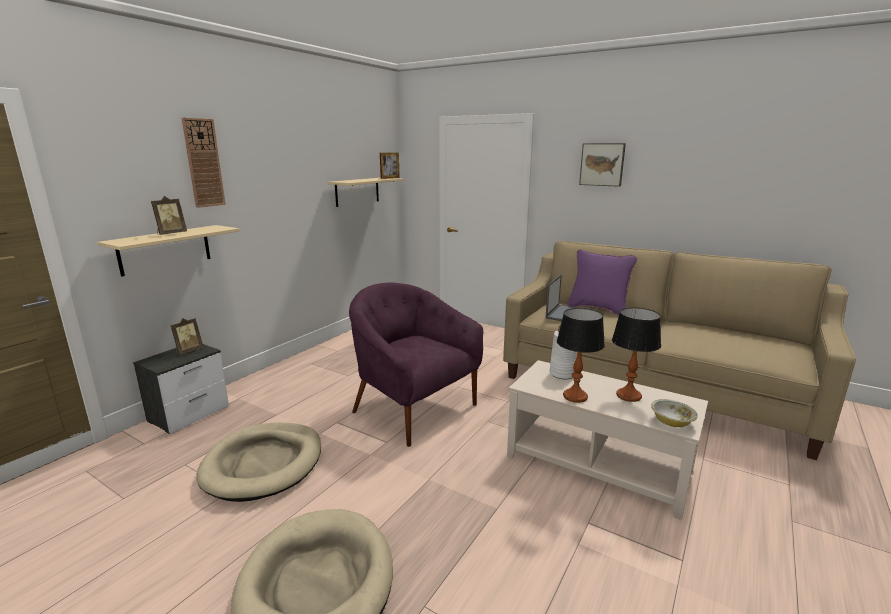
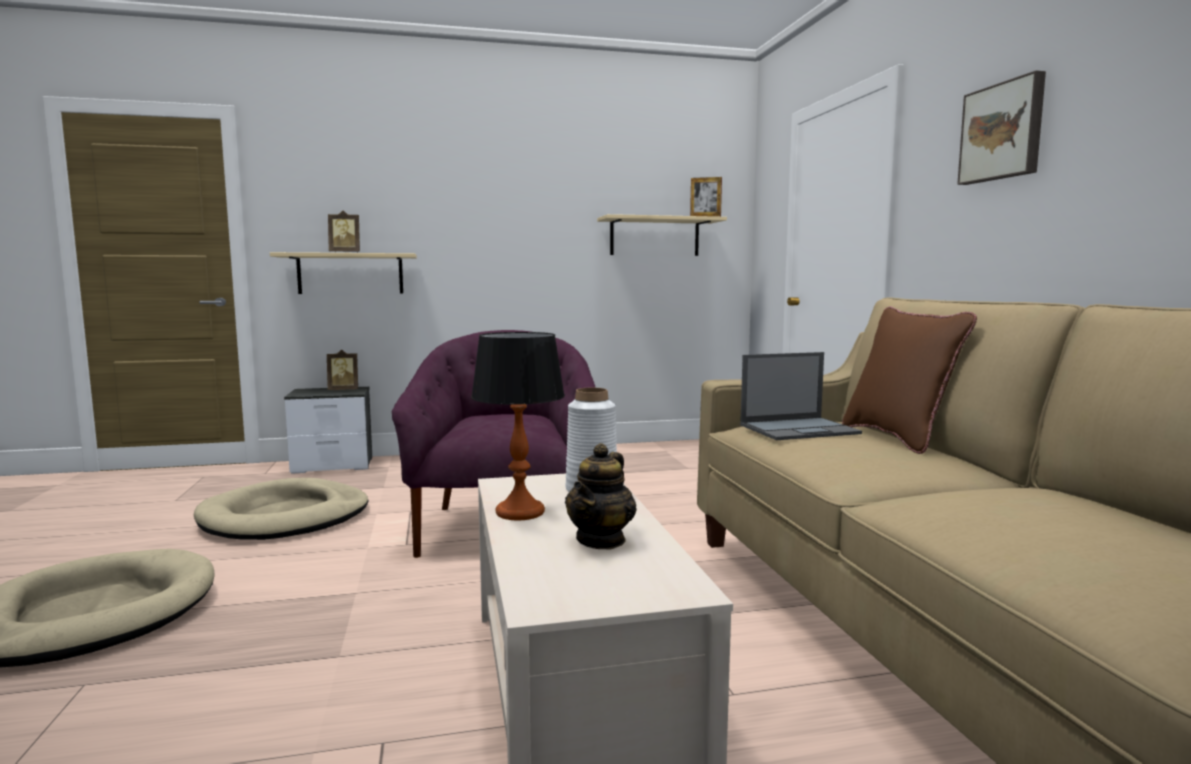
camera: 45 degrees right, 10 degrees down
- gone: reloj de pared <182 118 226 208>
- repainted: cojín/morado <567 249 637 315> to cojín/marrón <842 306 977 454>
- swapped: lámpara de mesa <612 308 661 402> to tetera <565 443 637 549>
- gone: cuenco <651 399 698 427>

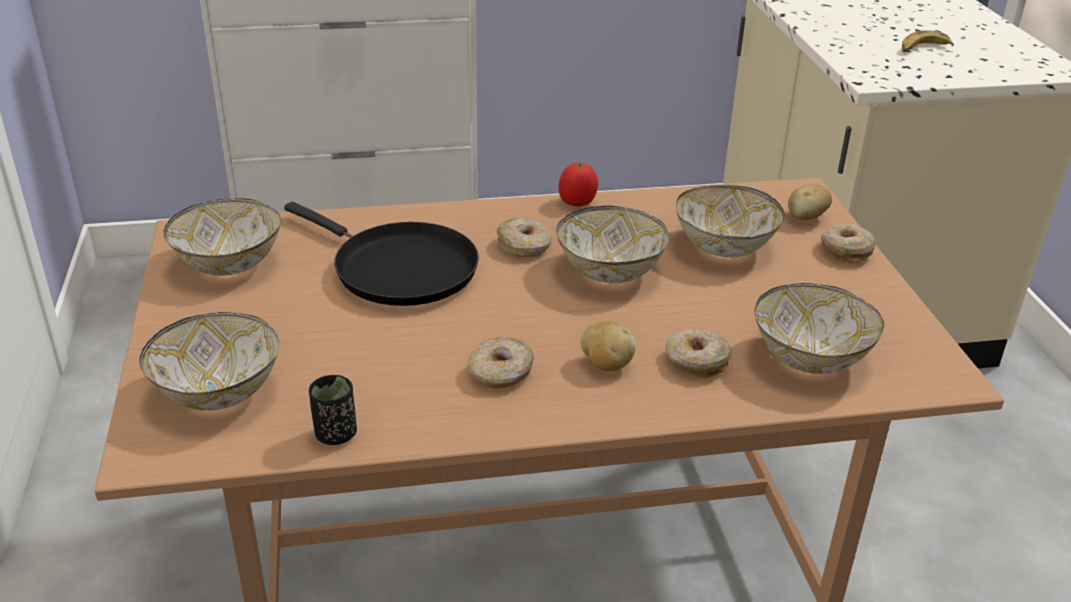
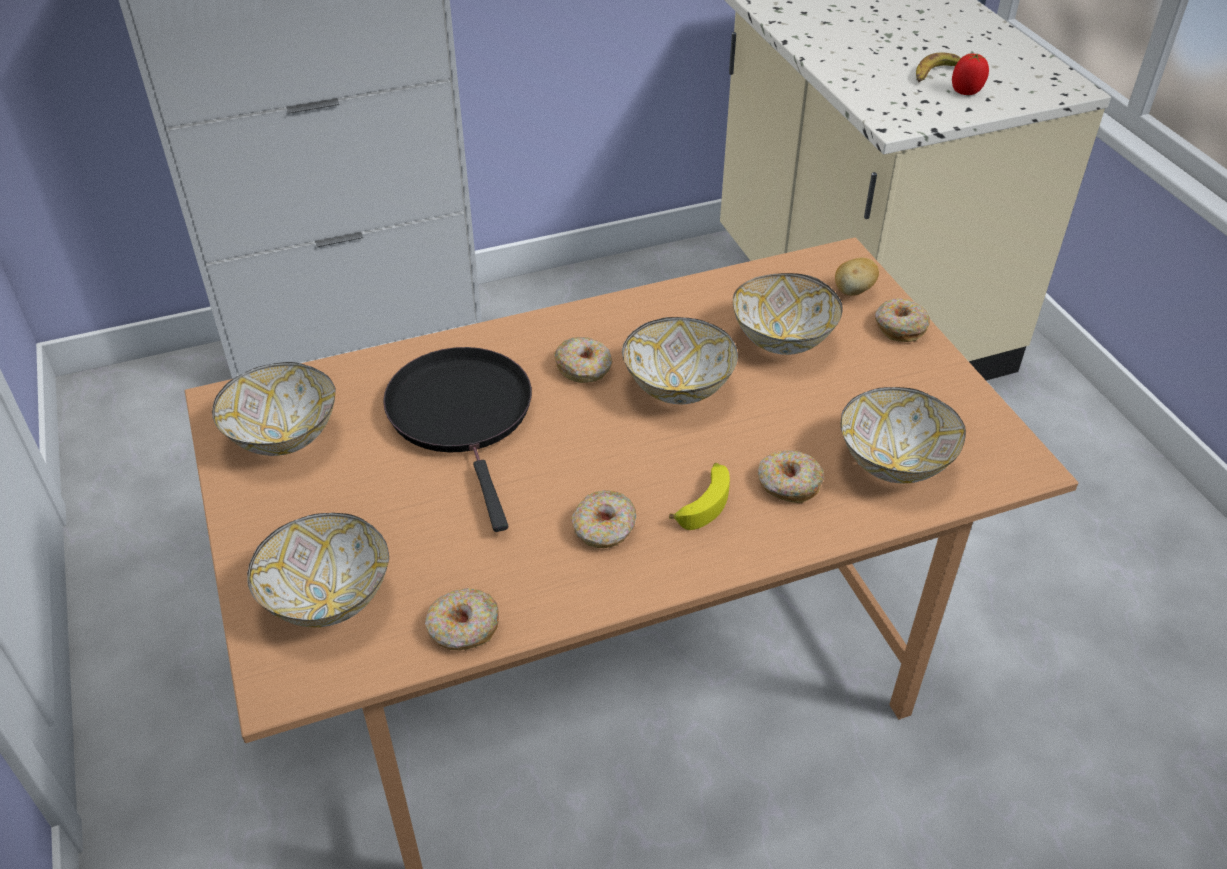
camera: 10 degrees left, 10 degrees up
- shifted: tomate <559 163 598 206> to <952 54 989 95>
- rotated: sartén/negro <284 202 479 306> = <383 347 532 532> 135 degrees counterclockwise
- swapped: patata <580 321 636 371> to plátano <669 463 730 530>
- swapped: taza/negro <309 375 357 445> to rosquilla <425 588 499 650>

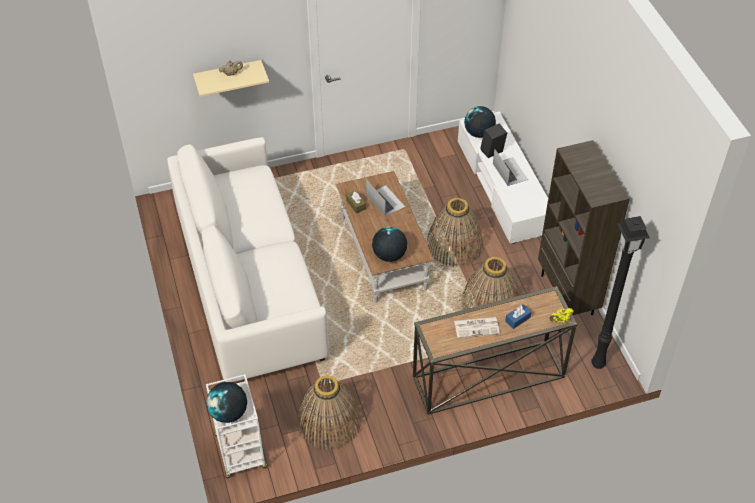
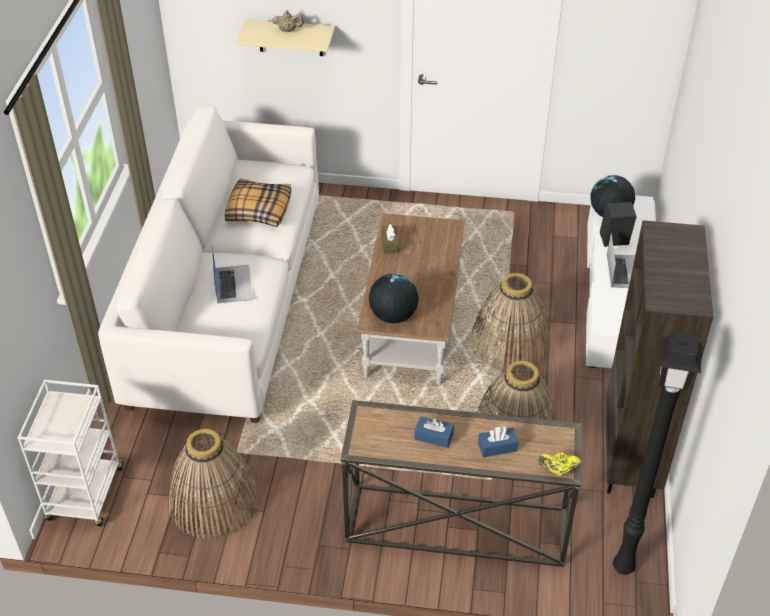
camera: 25 degrees right, 5 degrees down
- shifted: portátil <366 180 405 217> to <212 247 252 304>
- swapped: periódico <454 317 500 338> to caja de pañuelos/azul <414 416 454 448>
- gone: globo terráqueo <206 382 247 423>
- new: cojín <225 179 291 227>

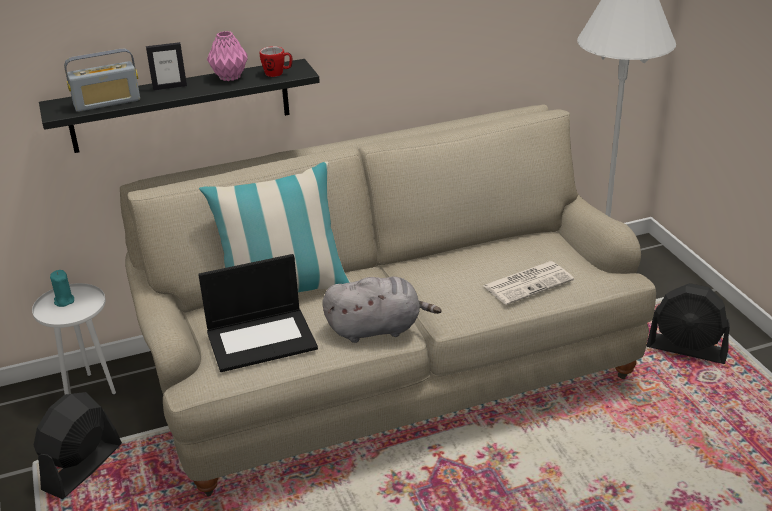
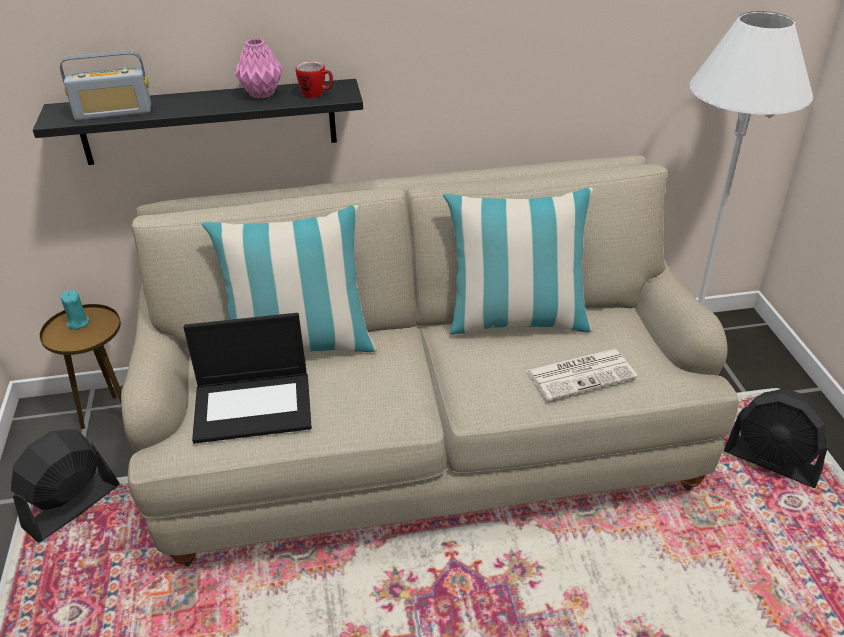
camera: 10 degrees right, 5 degrees up
- gone: portarretratos <146 42 187 91>
- gone: peluche/gris <322 277 442 343>
- repainted: mesa auxiliar/blanco <32 283 116 395> to mesa auxiliar/marrón <39 304 122 429>
- new: cojín <443 188 593 334>

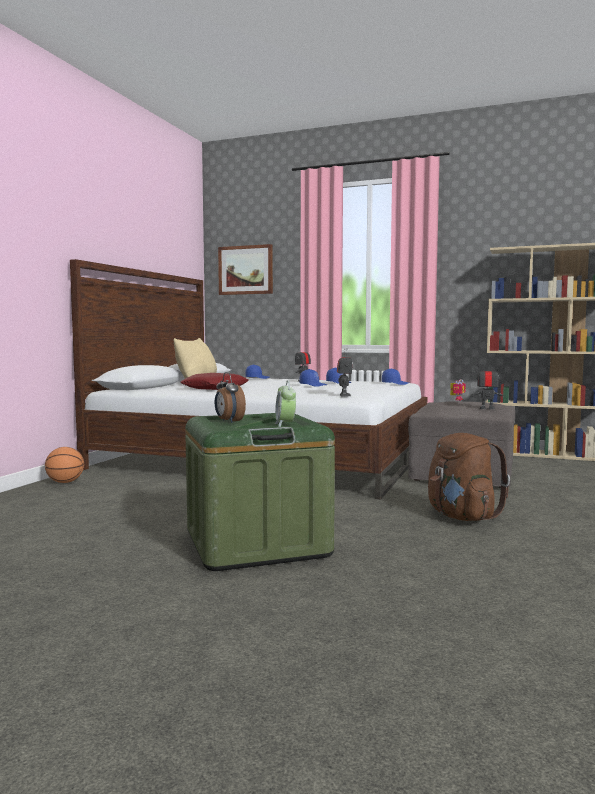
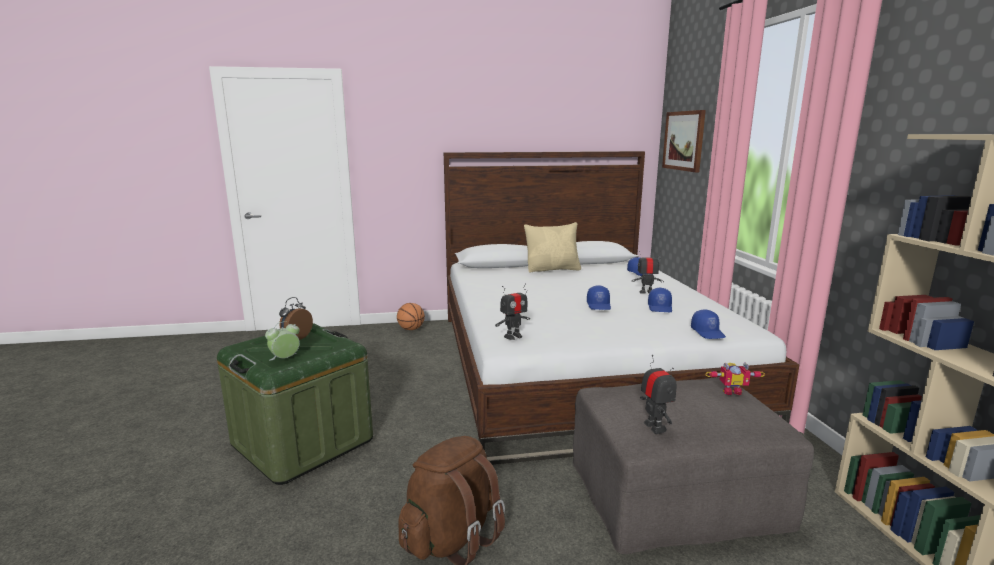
camera: 60 degrees right, 10 degrees up
- gone: cojín/rojo <180 373 249 390>

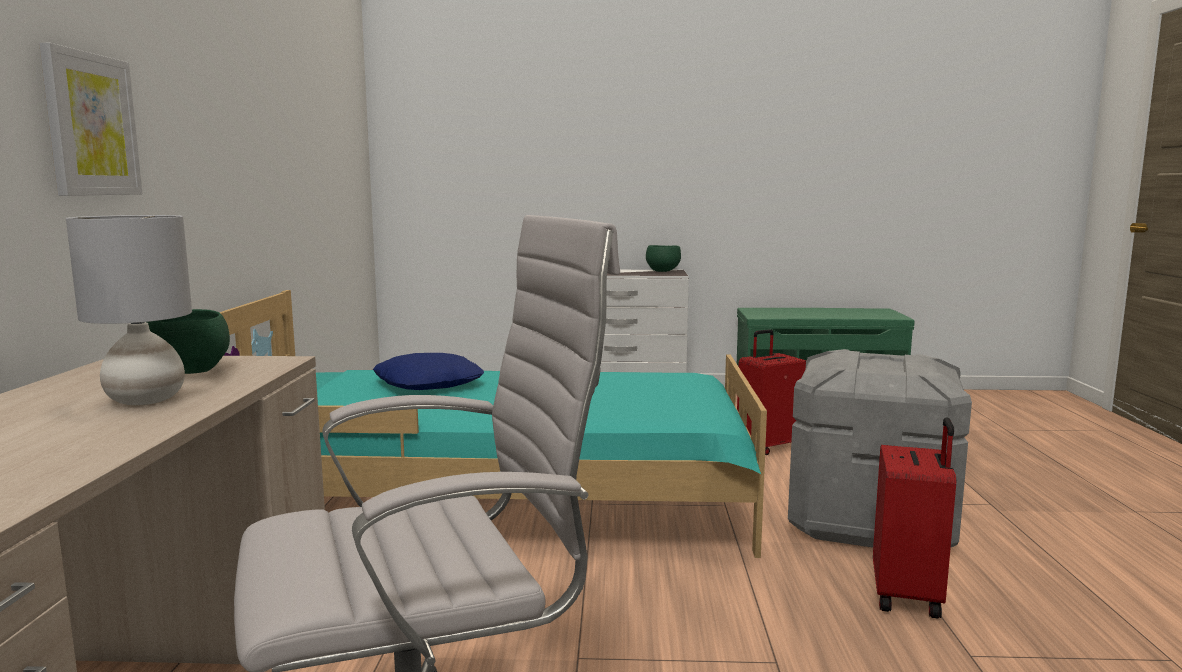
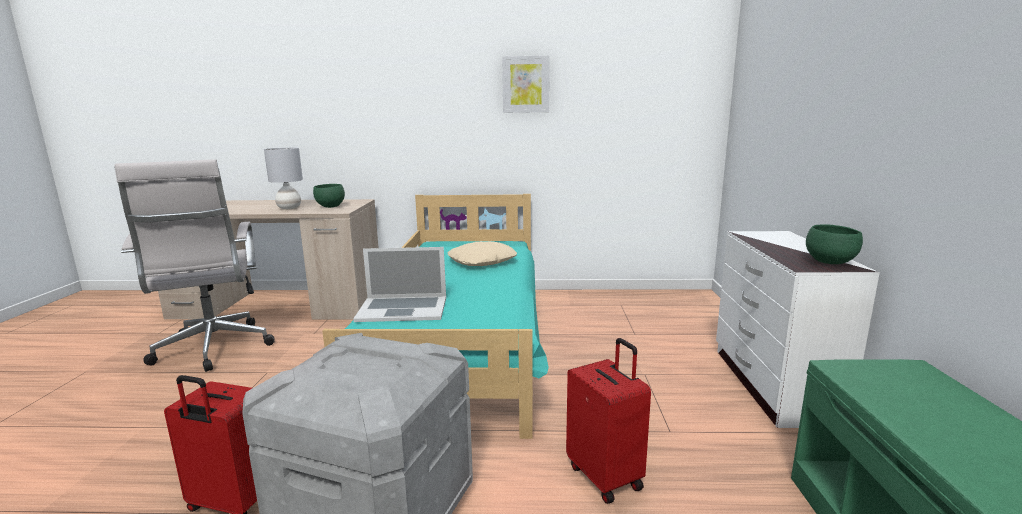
camera: 90 degrees right, 5 degrees up
- shifted: cuadro <39 43 142 196> to <502 55 550 113>
- repainted: cojín/azul <373 353 484 390> to cojín/beis <448 241 517 266>
- new: portátil <353 247 446 322>

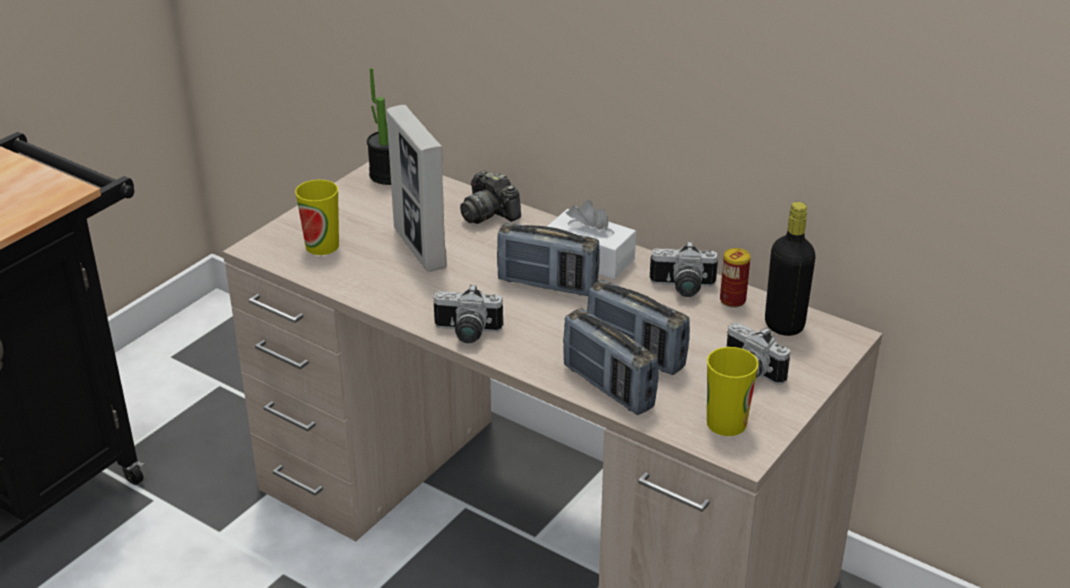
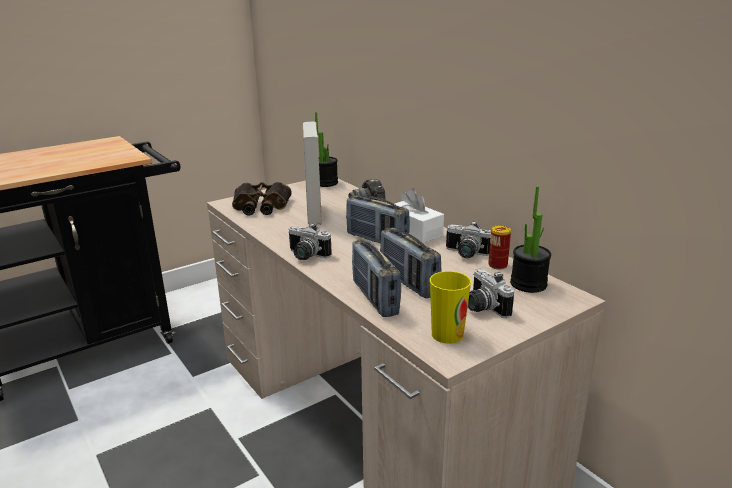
camera: 20 degrees right, 10 degrees down
- swapped: taza <295 180 339 255> to prismáticos <232 182 292 215>
- swapped: botella/negro <765 202 816 336> to planta en maceta <510 186 551 293>

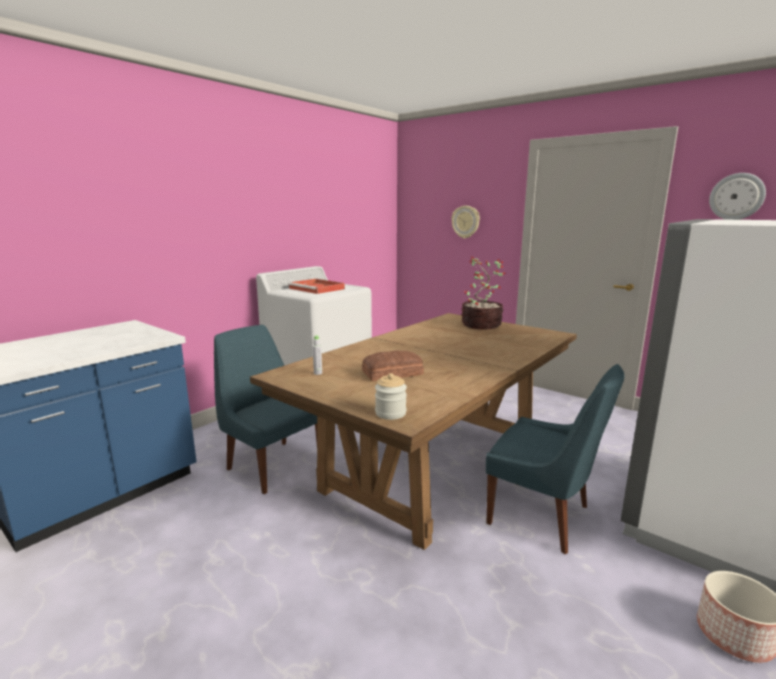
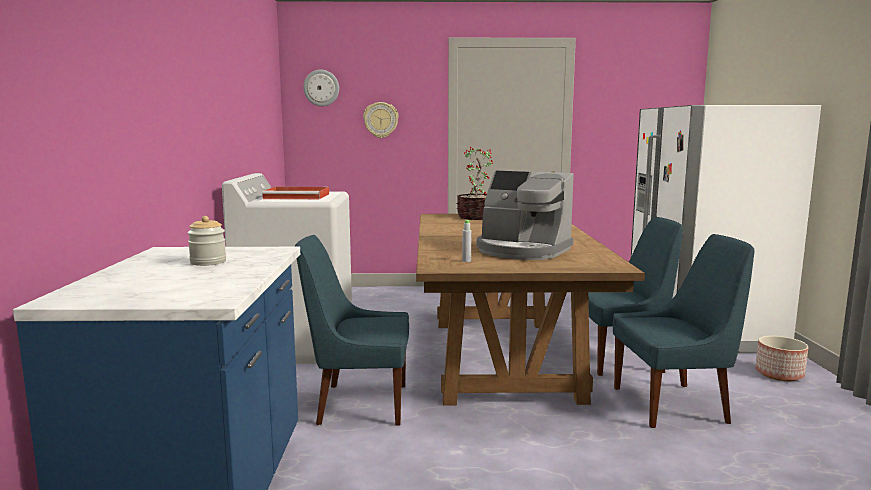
camera: 40 degrees left, 5 degrees down
- shifted: reloj de pared <709 173 766 220> to <303 69 339 106>
- swapped: pan <362 350 424 381> to cafetera <476 170 574 260>
- shifted: tarro <375 373 407 420> to <187 216 226 266>
- new: silla/azul <613 234 754 428>

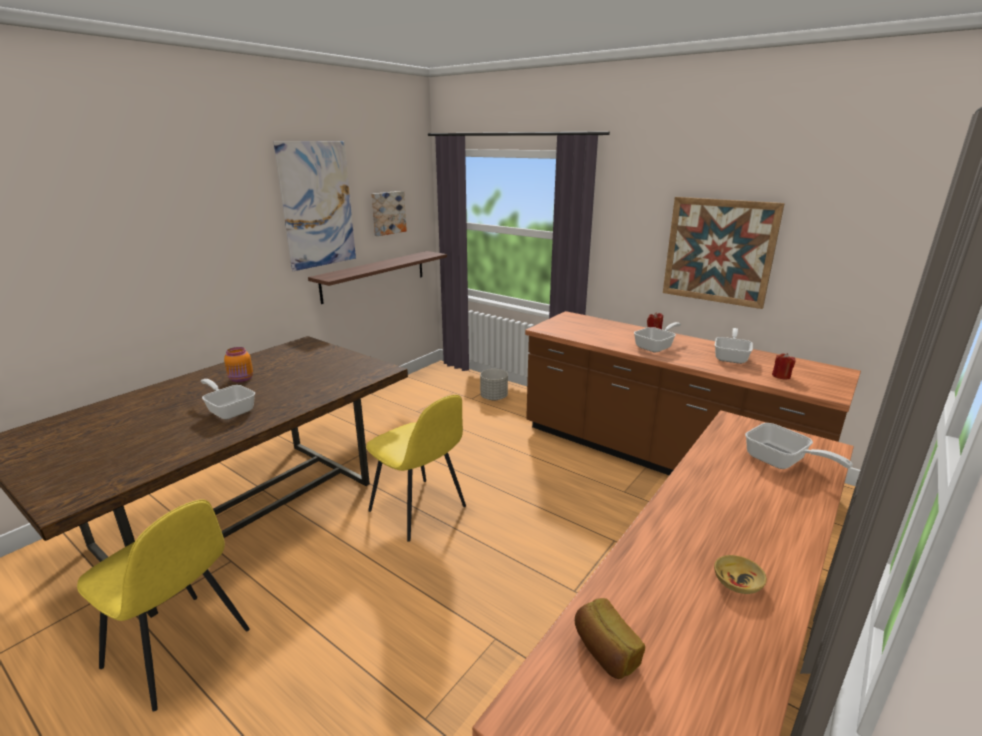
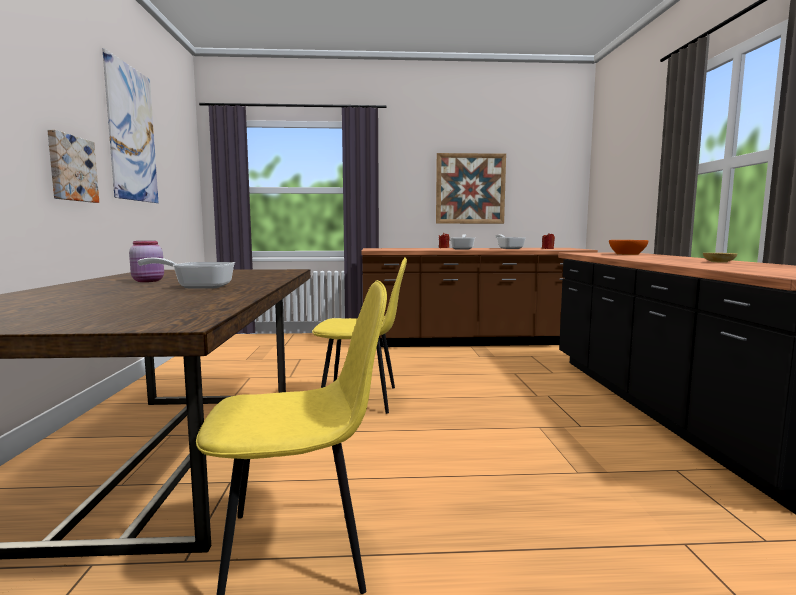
camera: 40 degrees left, 15 degrees down
- shifted: cuadro <371 191 407 236> to <47 130 99 203>
- gone: estante <308 251 447 304>
- repainted: tarro/naranja <224 347 253 383> to tarro/rosa <129 241 164 282>
- gone: maceta/gris <480 369 508 400>
- swapped: sartén <745 423 853 469> to cuenco/naranja <609 240 649 255>
- gone: pan <575 598 645 679>

